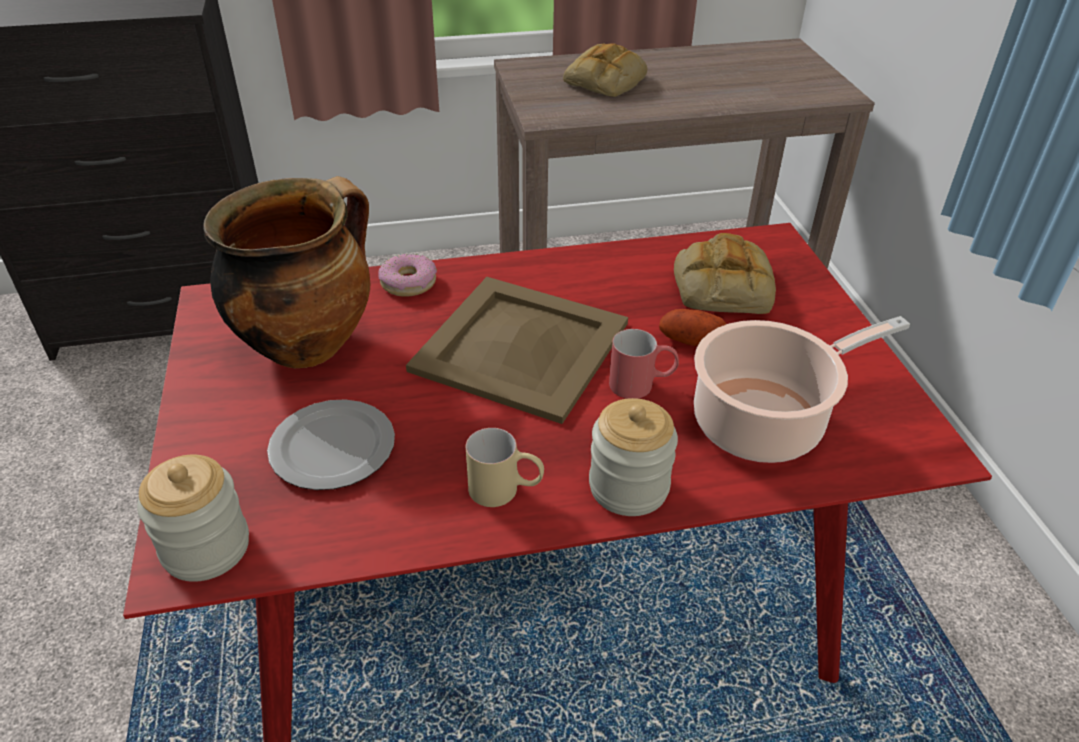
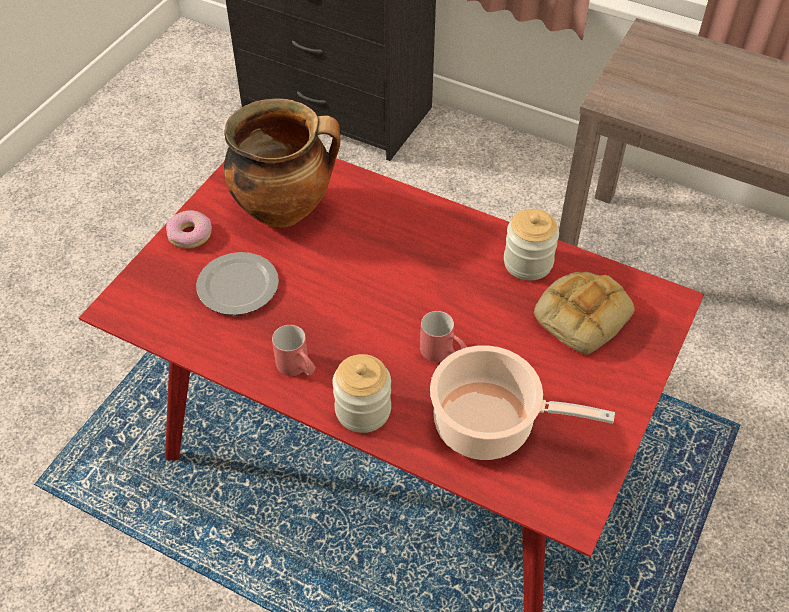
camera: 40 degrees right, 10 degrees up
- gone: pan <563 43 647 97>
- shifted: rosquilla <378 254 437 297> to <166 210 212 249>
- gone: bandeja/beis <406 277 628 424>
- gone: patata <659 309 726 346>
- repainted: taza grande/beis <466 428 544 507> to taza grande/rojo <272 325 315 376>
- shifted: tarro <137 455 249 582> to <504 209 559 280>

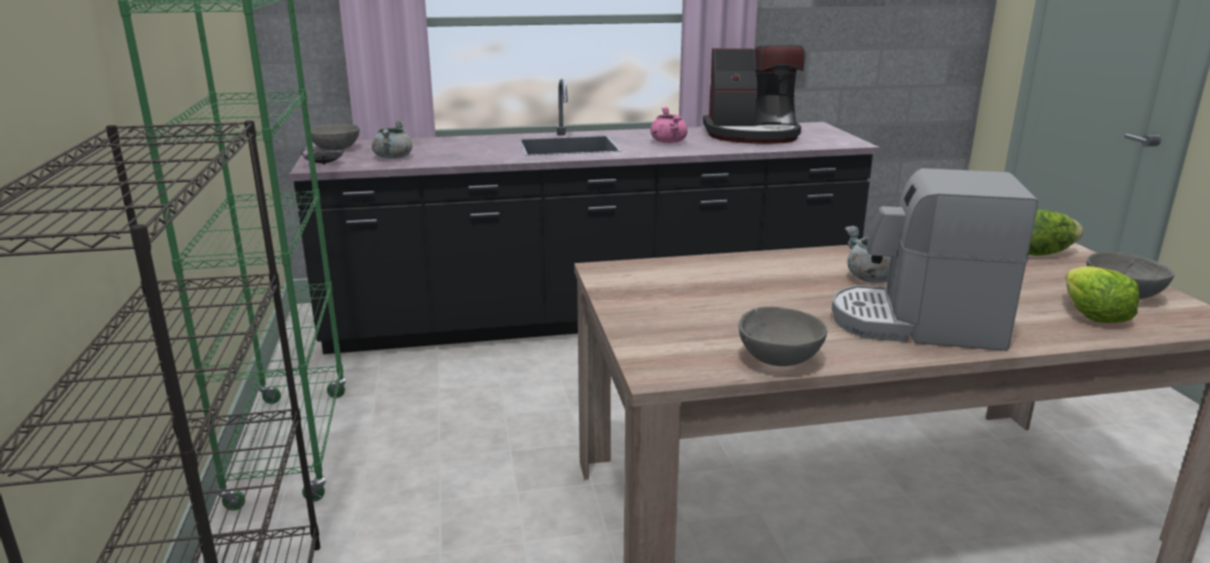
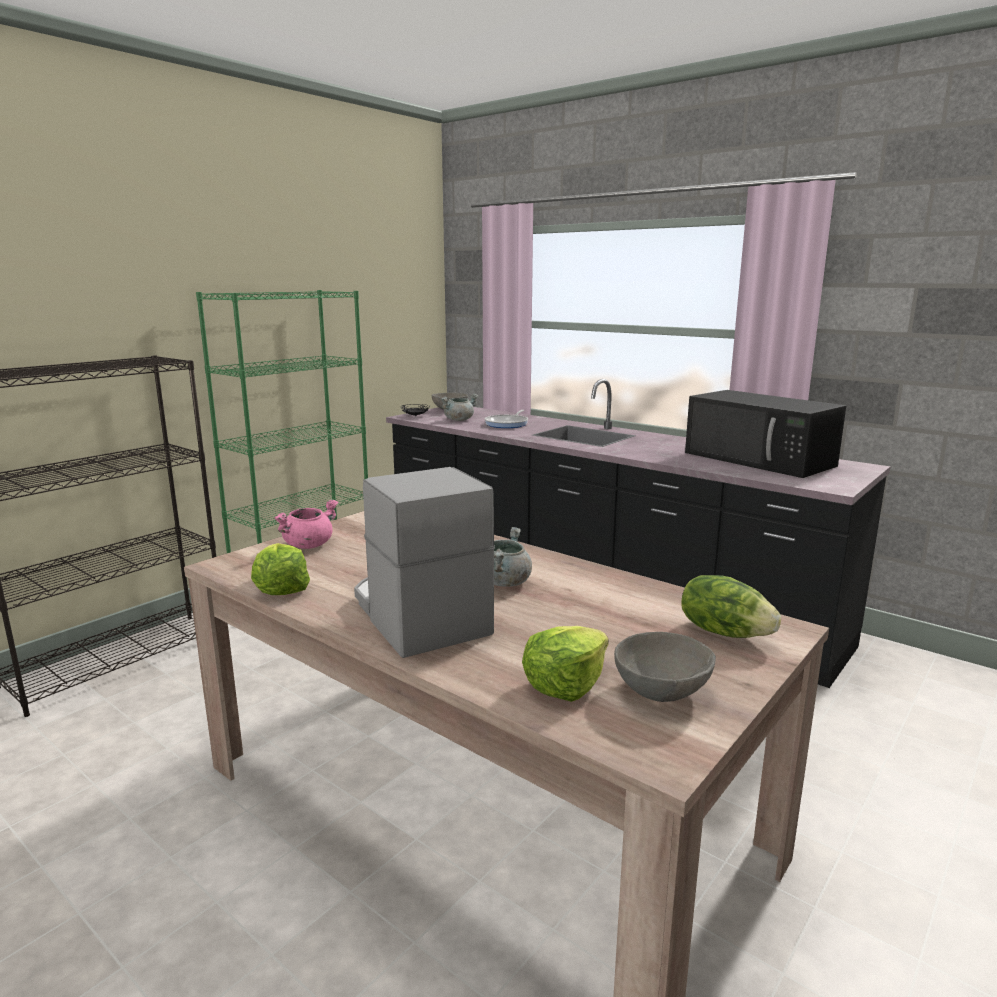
camera: 50 degrees right, 5 degrees down
- swapped: cafetera <703 45 805 144> to microondas/negro <685 390 846 478>
- shifted: olla/rosa <650 107 687 143> to <274 500 338 549>
- swapped: cuenco/gris <738 307 827 366> to lechuga <251 543 310 595>
- new: sartén <485 410 528 428>

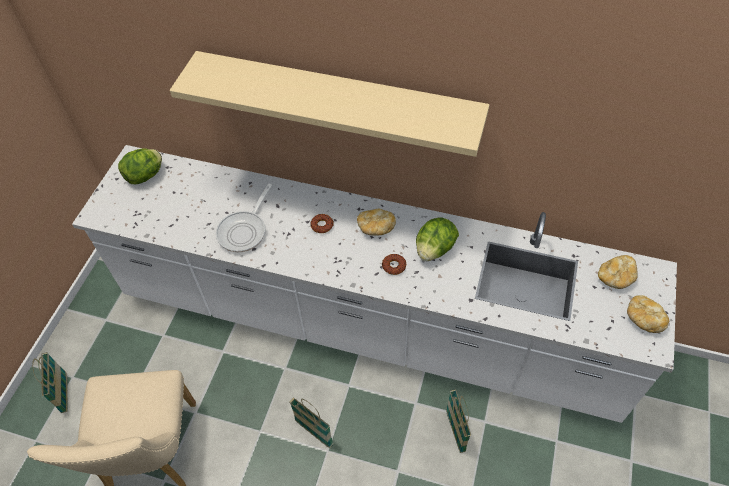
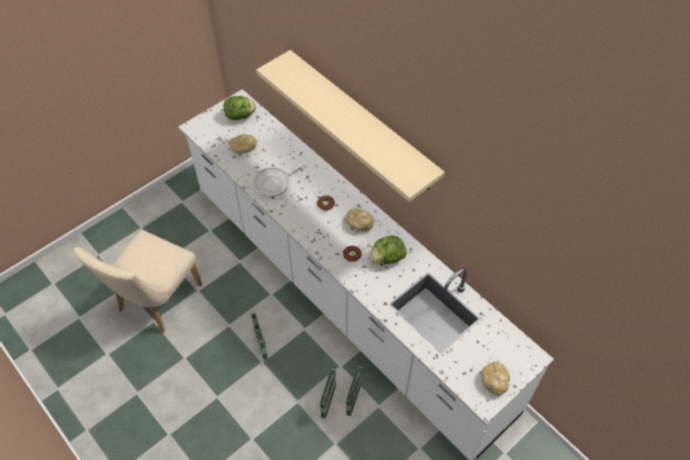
camera: 30 degrees right, 0 degrees up
- shifted: pan <598 255 638 289> to <229 134 257 153>
- shifted: cesta <32 352 68 413> to <320 368 336 419>

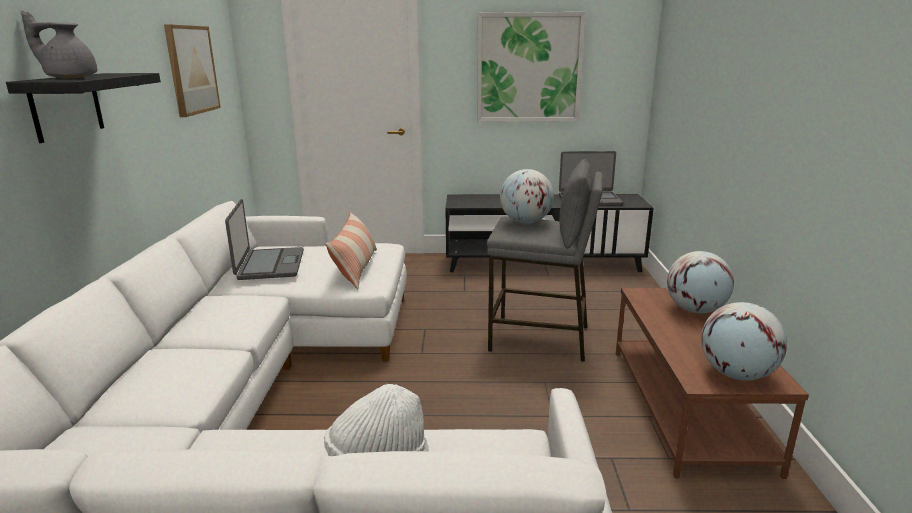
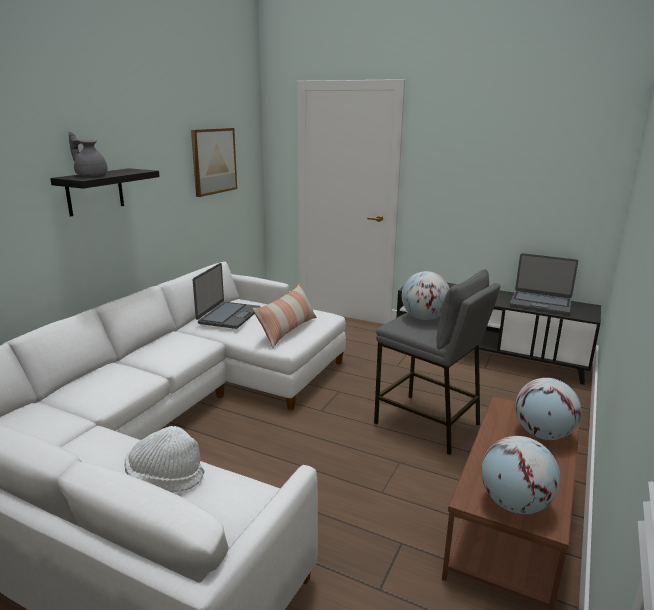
camera: 25 degrees right, 0 degrees up
- gone: cuadro <477 12 586 122>

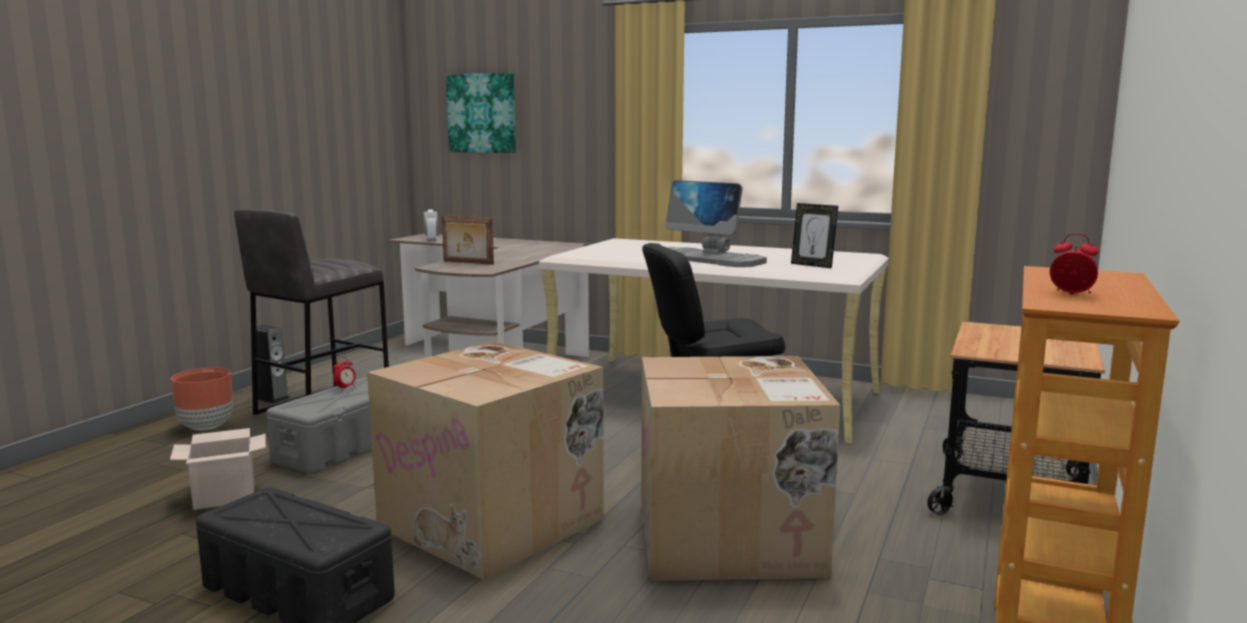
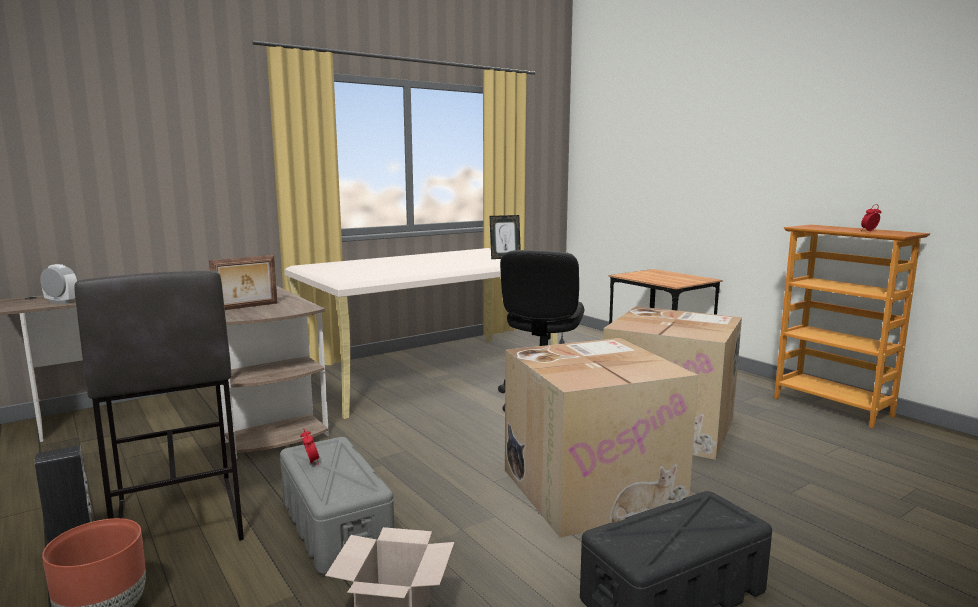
camera: 60 degrees left, 0 degrees up
- gone: cuadro <446 73 516 153>
- gone: monitor <665 180 767 267>

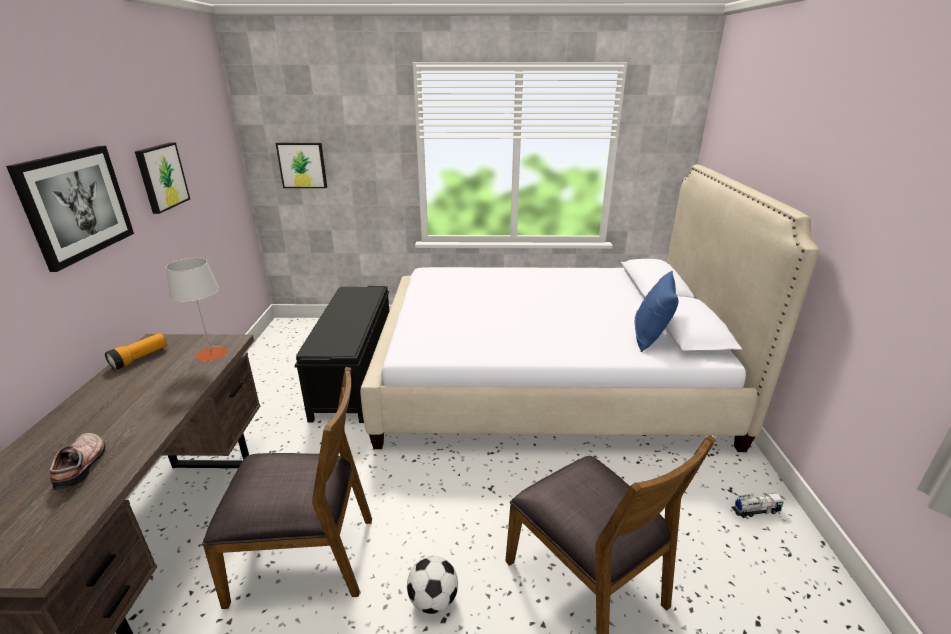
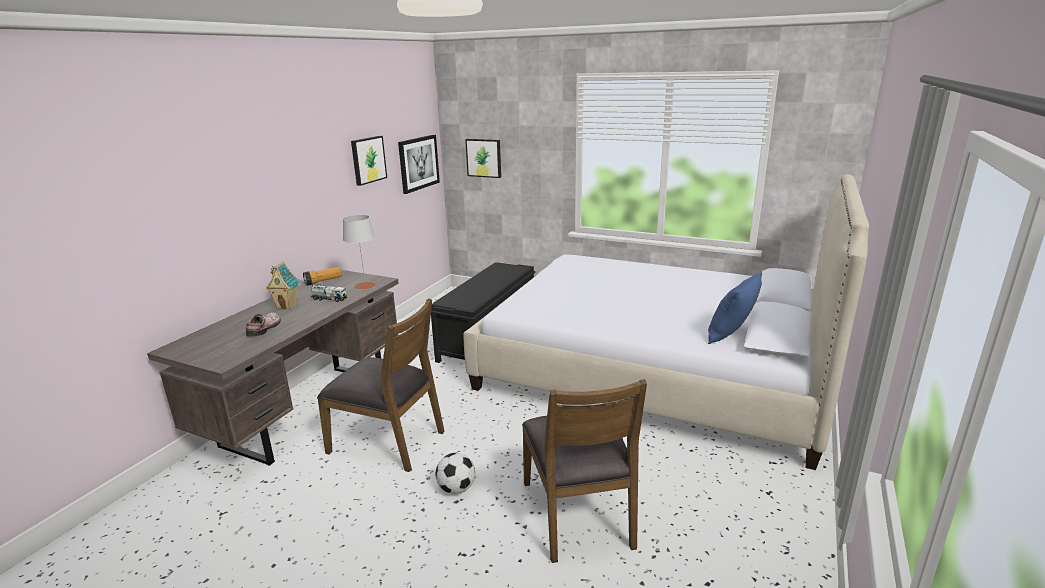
camera: 25 degrees right, 5 degrees down
- shifted: cuadro <6 146 134 272> to <398 135 440 194>
- shifted: camión de juguete <731 493 784 518> to <310 283 347 302>
- new: casita <266 261 300 310>

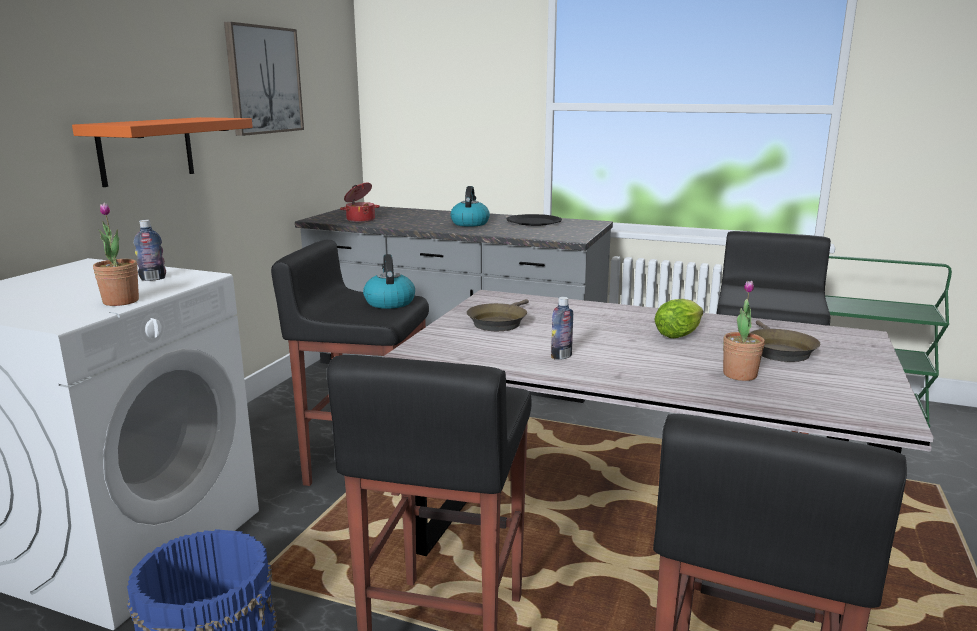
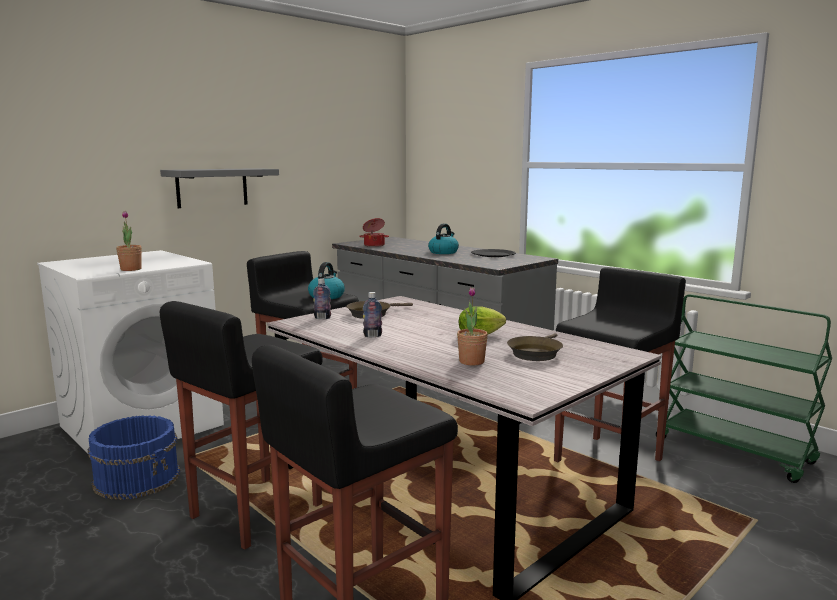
camera: 25 degrees right, 5 degrees down
- gone: cuadro <224 22 304 136>
- repainted: estante/naranja <72 117 253 187> to estante/gris <160 168 279 208>
- shifted: botella <134 220 166 281> to <313 278 331 319>

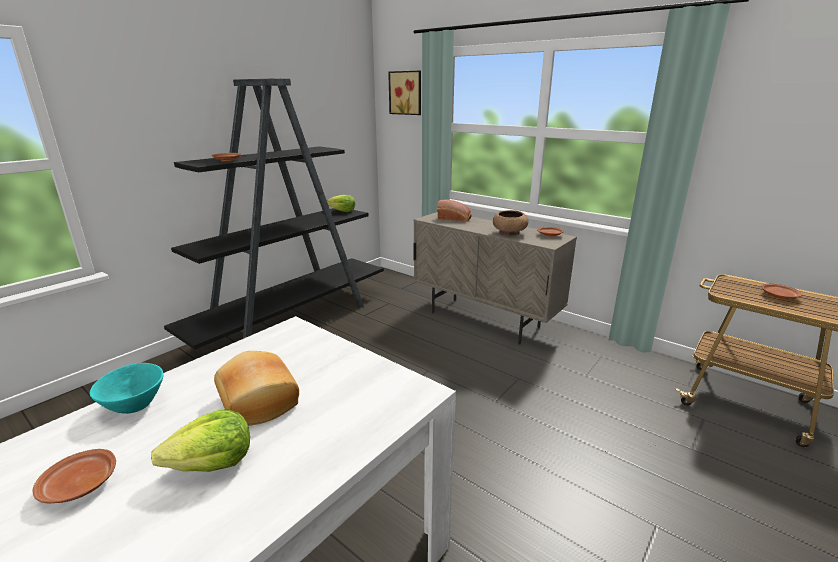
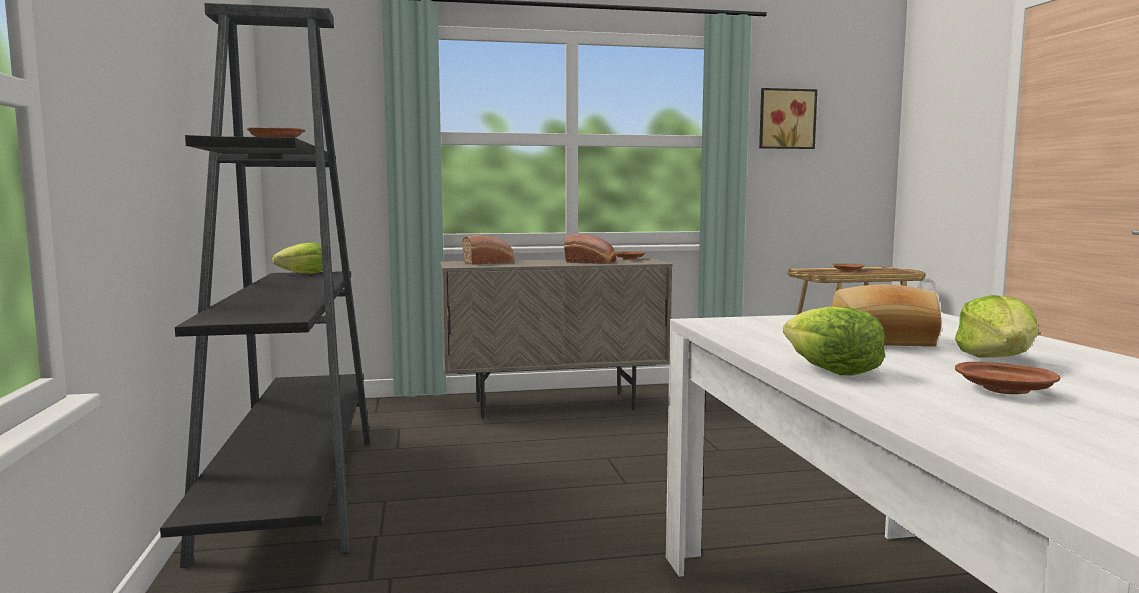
camera: 50 degrees left, 15 degrees down
- shifted: cuadro <388 71 421 115> to <759 88 817 149>
- swapped: cuenco/marrón <493 210 528 236> to pan <564 234 616 264>
- swapped: cuenco/turquesa <89 363 164 414> to lechuga <783 306 885 375>

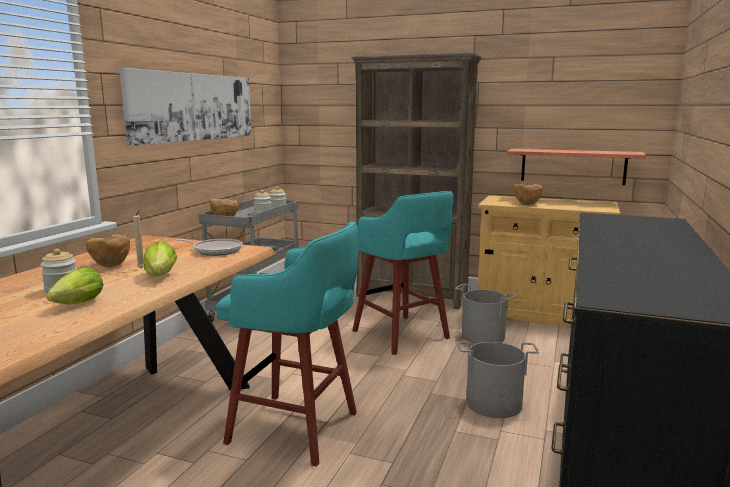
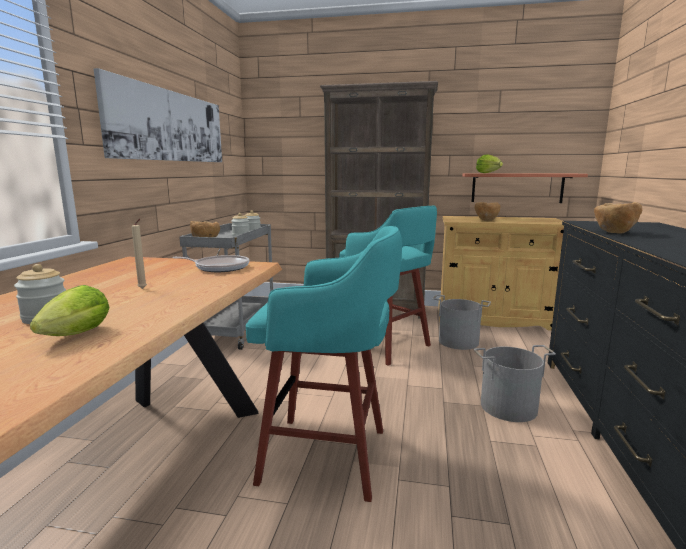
camera: 10 degrees left, 0 degrees up
- shifted: cuenco/marrón <86 234 130 268> to <594 202 642 234>
- shifted: lechuga <144 242 177 277> to <476 155 503 173>

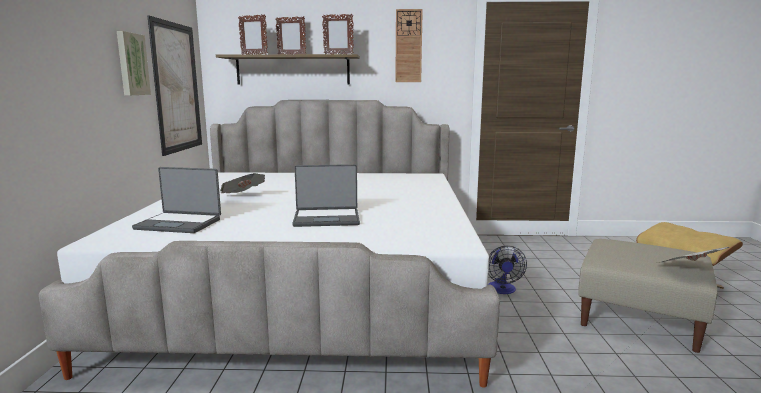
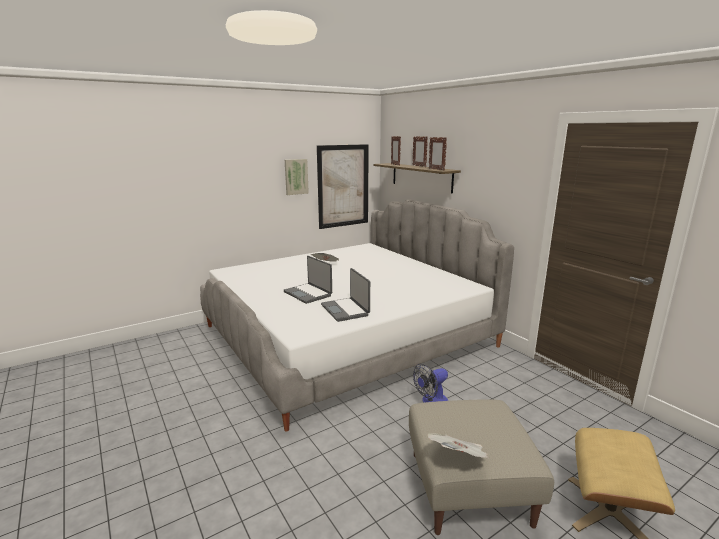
camera: 55 degrees right, 5 degrees up
- gone: reloj de pared <395 9 423 82>
- shifted: portátil <132 167 221 233> to <321 268 370 322>

